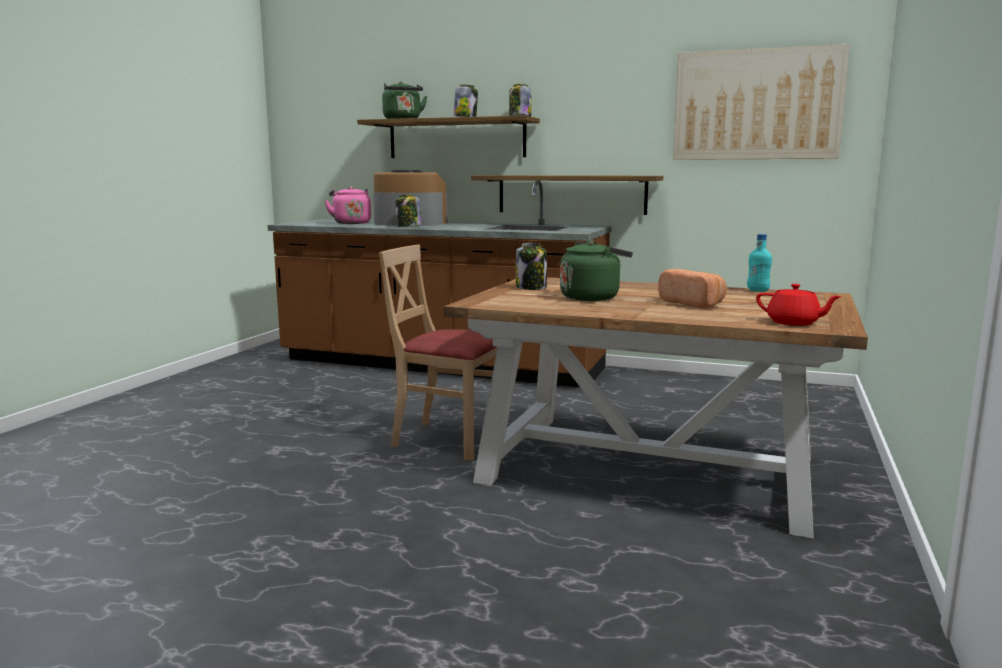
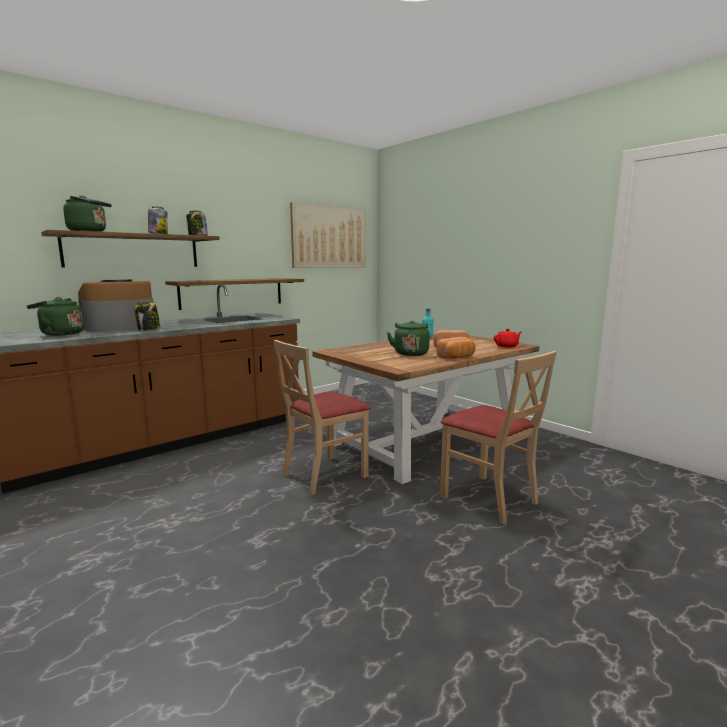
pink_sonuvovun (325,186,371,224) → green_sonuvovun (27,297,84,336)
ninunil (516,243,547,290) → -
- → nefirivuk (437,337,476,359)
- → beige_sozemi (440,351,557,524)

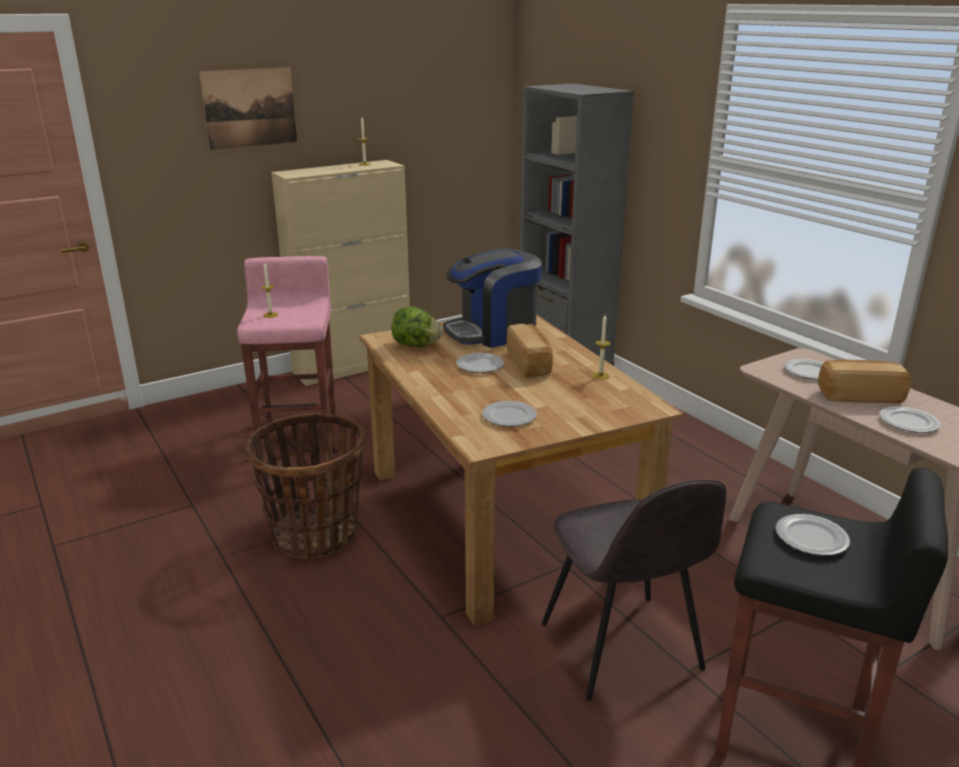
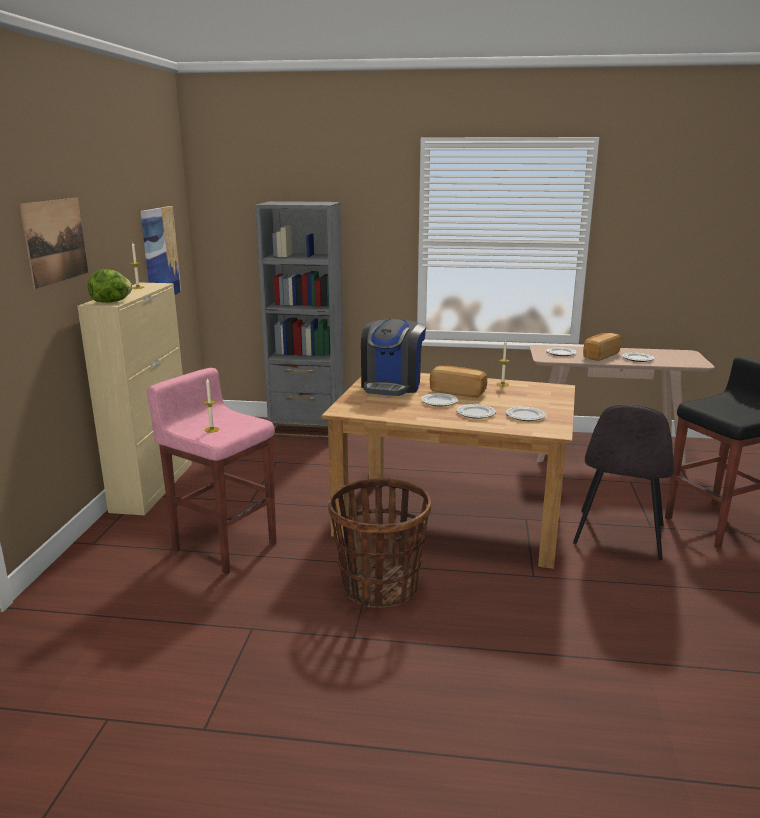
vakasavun (391,307,443,347) → vakasavun (88,269,132,303), move
grey_sozemi (542,479,726,701) → grey_sozemi (573,404,674,560), 90 degrees clockwise
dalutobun (776,514,850,556) → dalutobun (457,404,496,419), move
- → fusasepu (141,206,181,295)

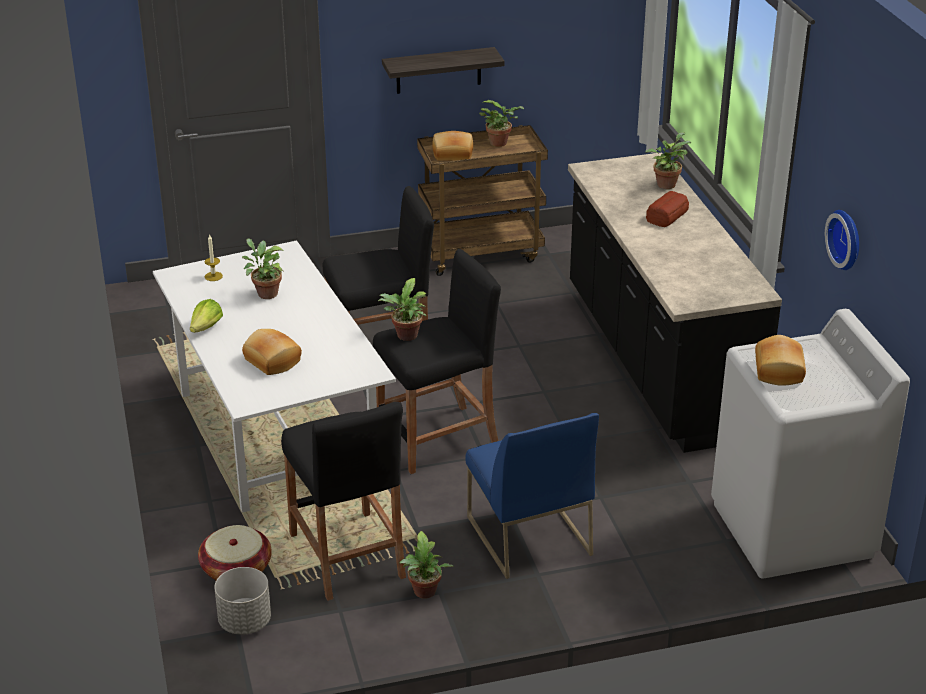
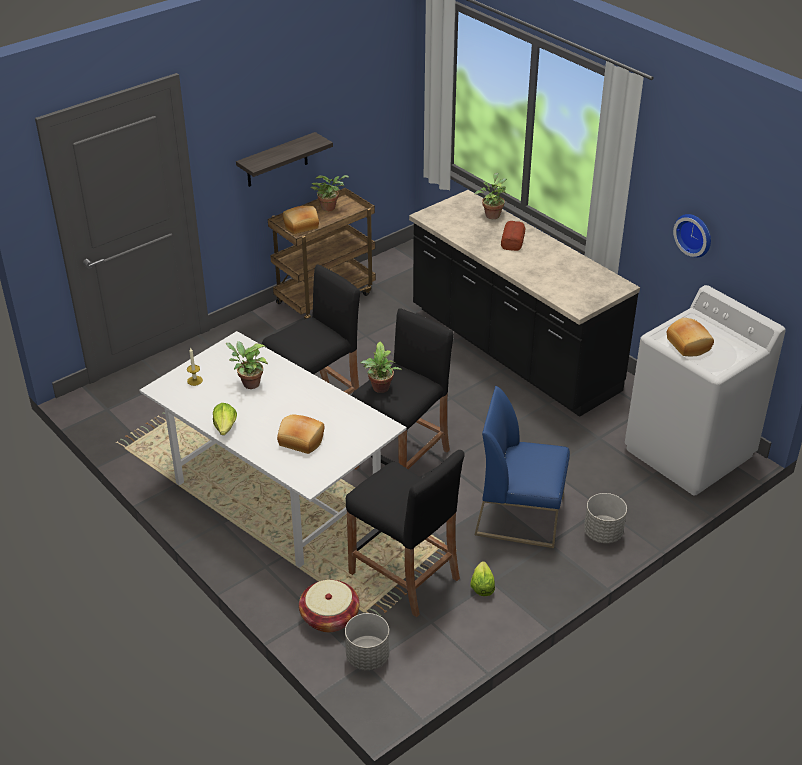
blue_sozemi (465,413,599,579) → blue_sozemi (475,386,570,548), 150 degrees clockwise
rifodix (399,531,454,599) → vakasavun (471,561,495,596)
- → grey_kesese (584,493,627,543)

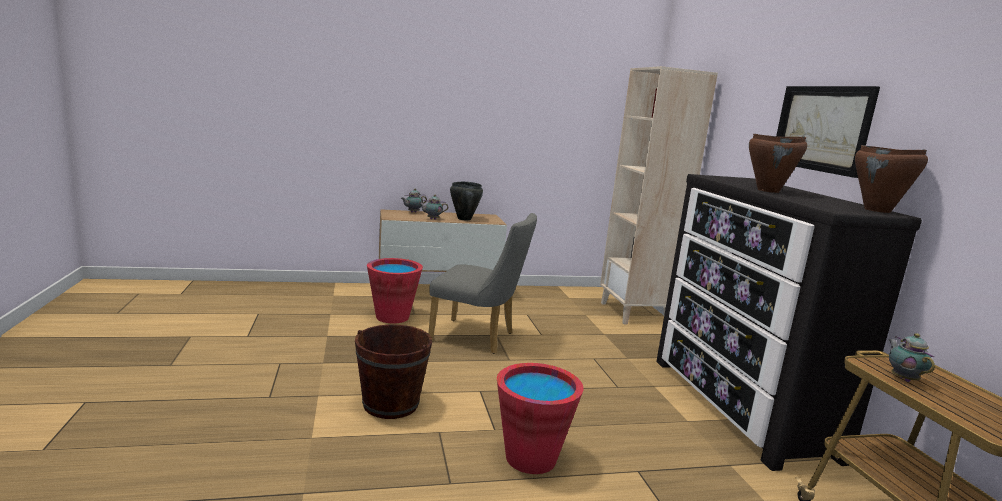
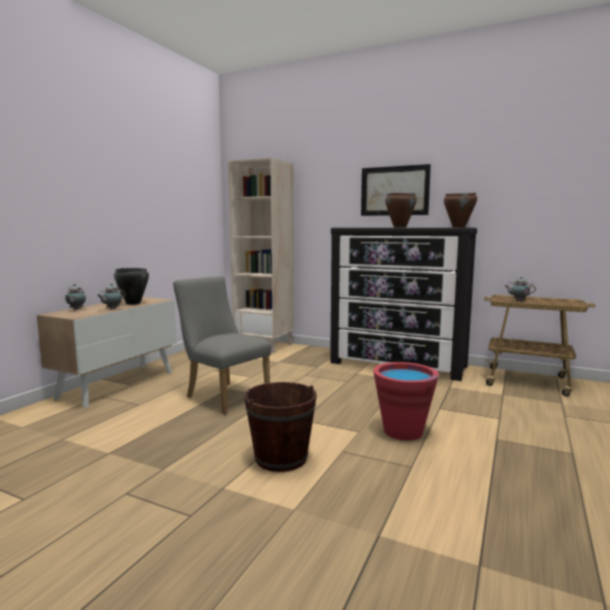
grey_sozemi (428,213,537,354) → grey_sozemi (173,276,271,414), 105 degrees counterclockwise
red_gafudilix (367,258,423,323) → -

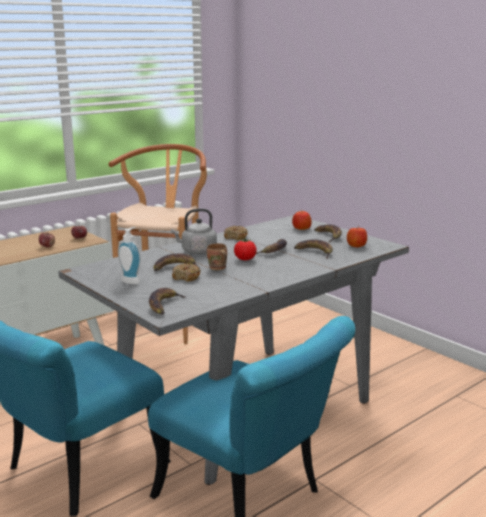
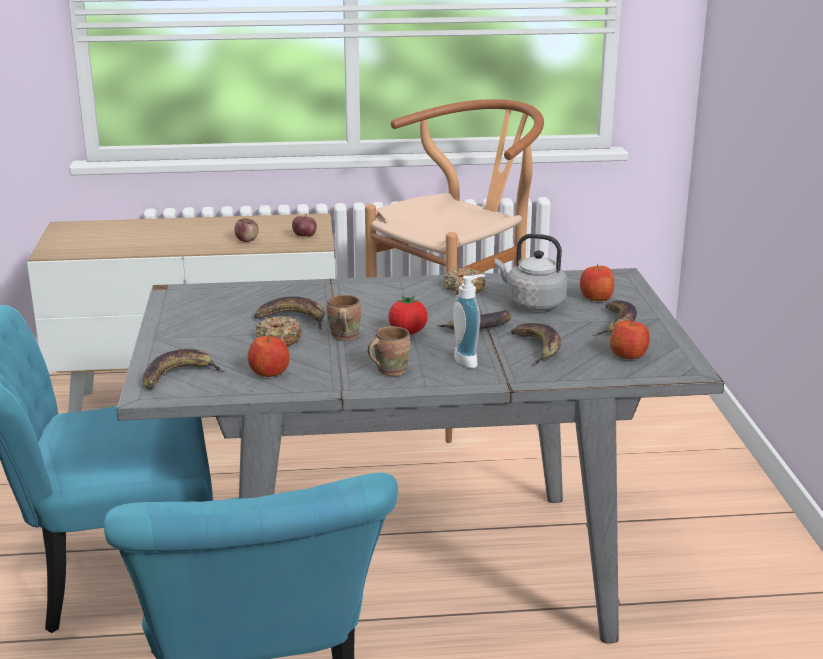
grey_sonuvovun (171,209,217,254) → grey_sonuvovun (495,234,567,311), move
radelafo (118,227,141,284) → radelafo (453,274,485,368), move
- → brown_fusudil (368,326,411,376)
- → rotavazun (248,335,290,377)

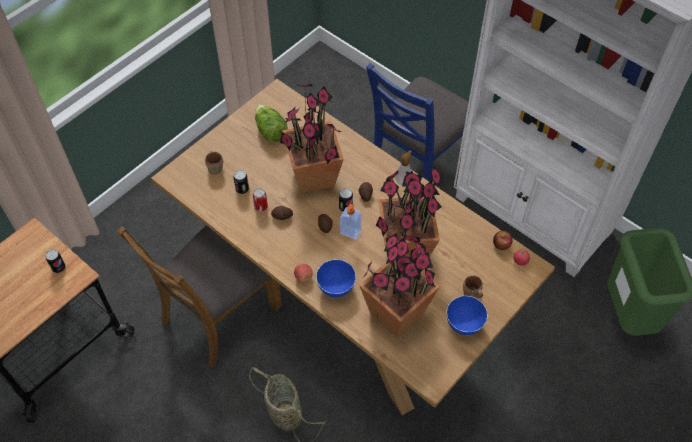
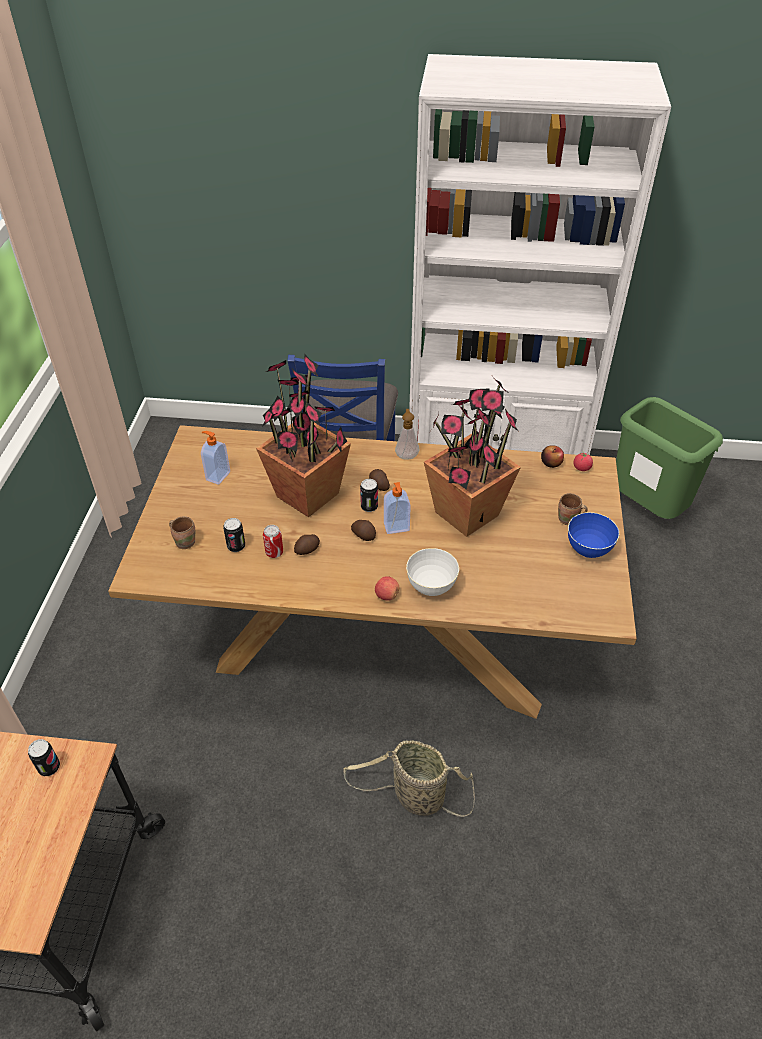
vakasavun (255,104,288,142) → radelafo (201,431,230,485)
brown_sozemi (117,225,282,367) → -
rifodix (359,234,440,338) → -
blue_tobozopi (316,259,356,297) → white_tobozopi (406,548,459,596)

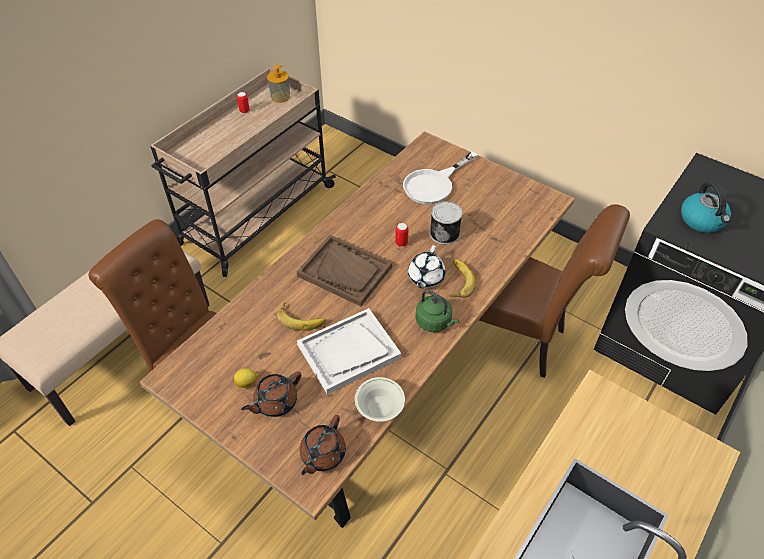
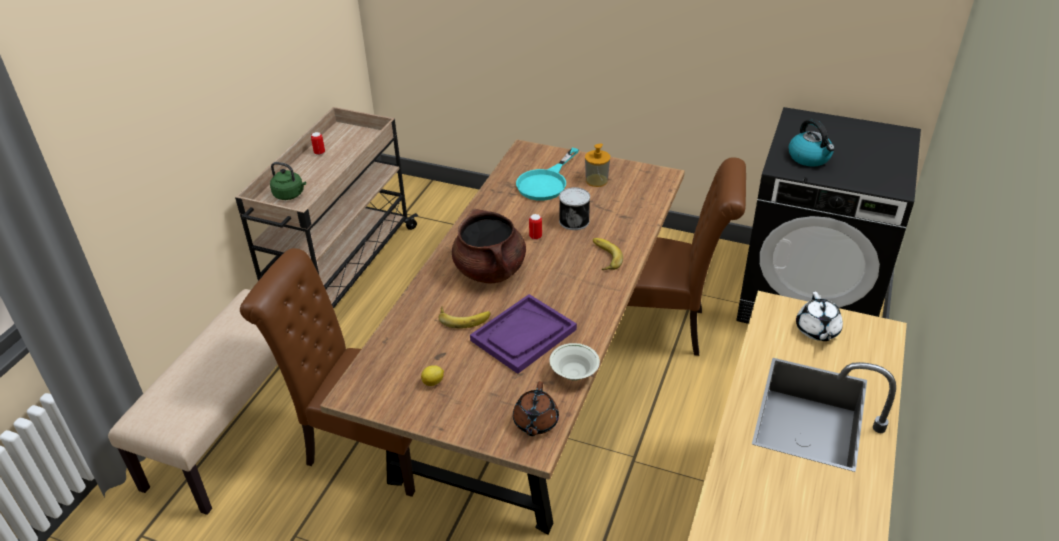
radelafo (267,65,290,103) → radelafo (585,144,610,187), move
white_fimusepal (403,152,478,204) → turquoise_fimusepal (516,148,579,201)
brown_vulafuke (297,235,392,307) → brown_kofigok (452,209,526,284)
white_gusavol (408,245,445,288) → white_gusavol (796,291,843,341), move
green_sonuvovun (415,290,459,332) → green_sonuvovun (270,162,306,200), move
white_vulafuke (297,308,401,394) → purple_vulafuke (470,294,577,374)
brown_gusavol (241,371,301,417) → -

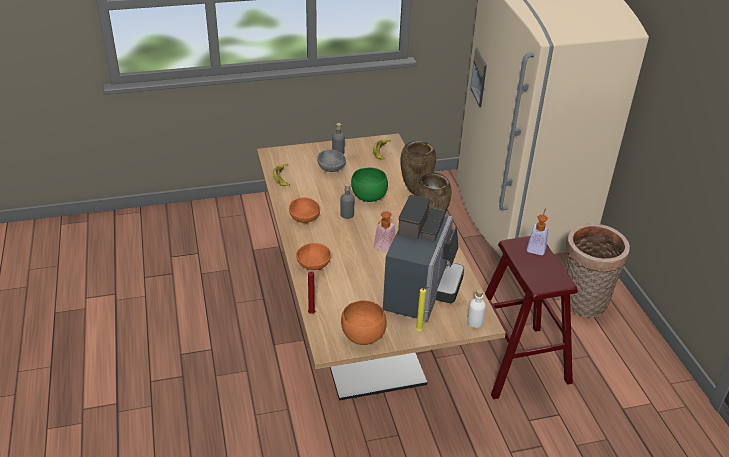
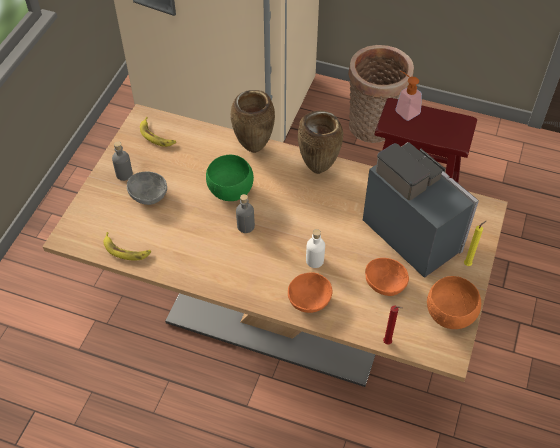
orange_tobozopi (289,197,320,223) → orange_tobozopi (365,258,409,296), move
radelafo (373,211,395,253) → -
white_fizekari (467,289,486,328) → white_fizekari (306,229,325,268), move

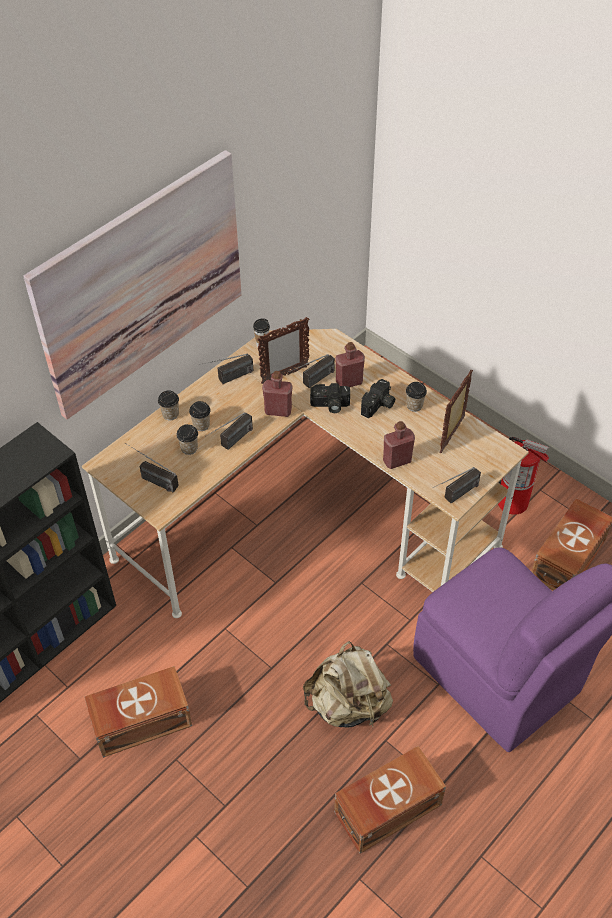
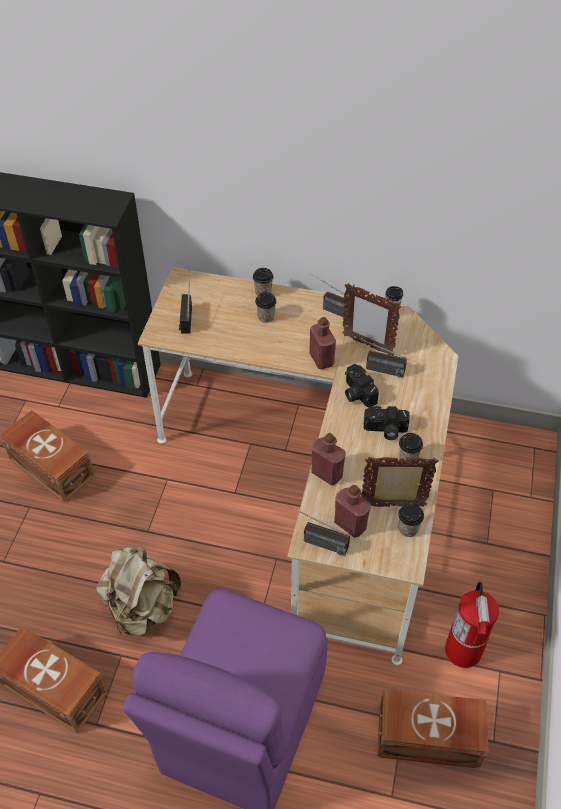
fusasepu (23,150,242,419) → -
red_fizekari (335,342,365,387) → red_fizekari (334,485,371,538), move
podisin (205,412,253,450) → -
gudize (176,424,198,455) → gudize (398,503,424,537), move

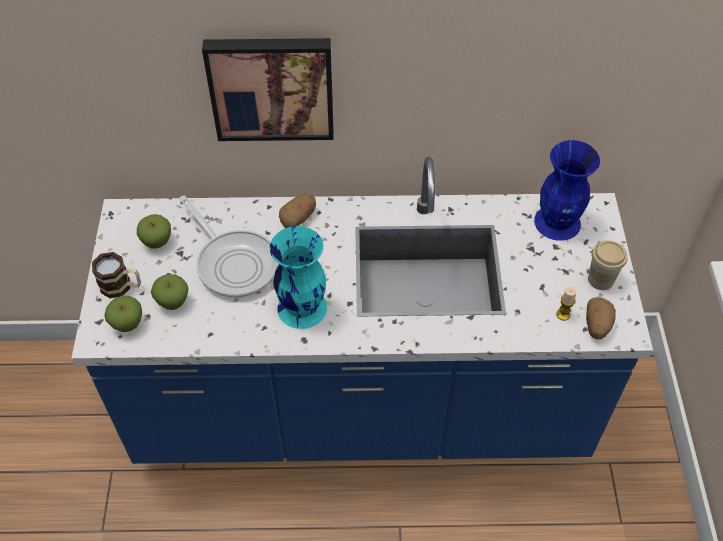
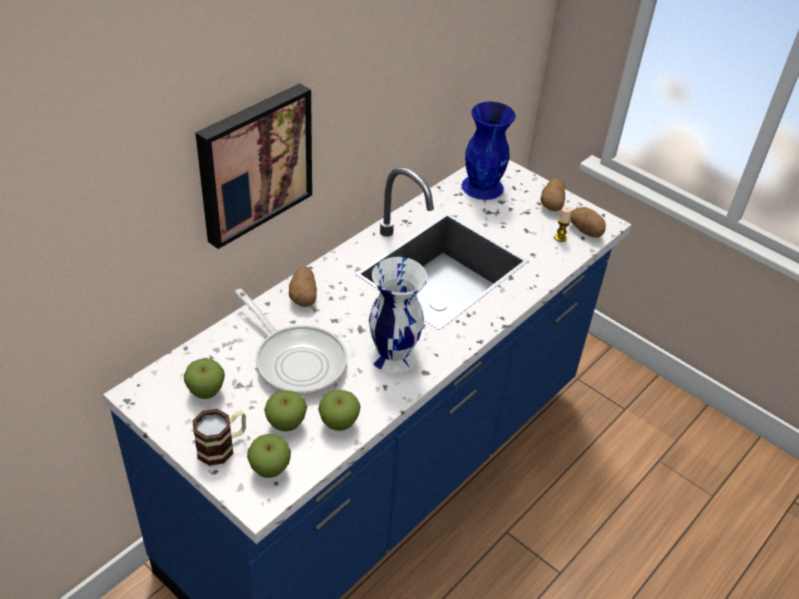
fimusepal (179,195,278,297) → fimusepal (235,289,347,395), 45 degrees clockwise
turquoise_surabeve (270,226,327,329) → white_surabeve (368,257,428,373)
gudize (588,240,628,290) → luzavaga (541,178,565,211)
- → rotavazun (318,390,361,431)

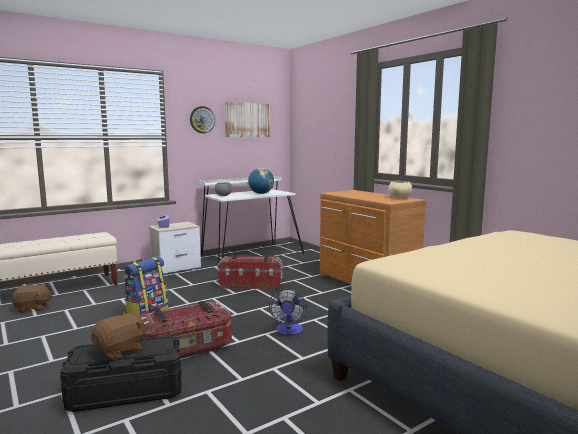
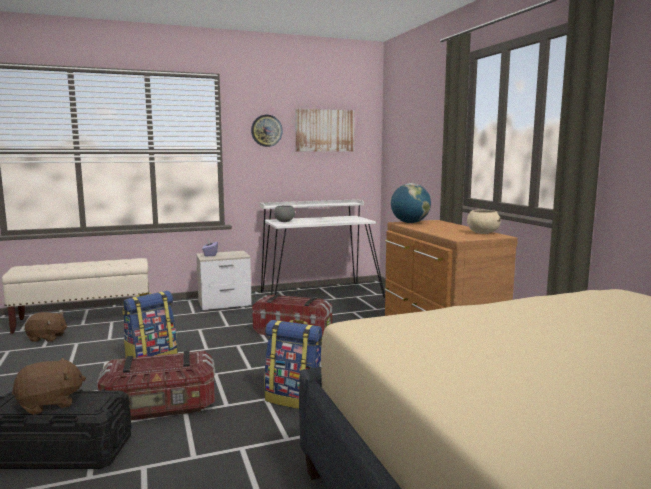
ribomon (248,168,274,194) → ribomon (391,183,431,223), move
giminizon (269,289,307,335) → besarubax (264,320,323,409)

